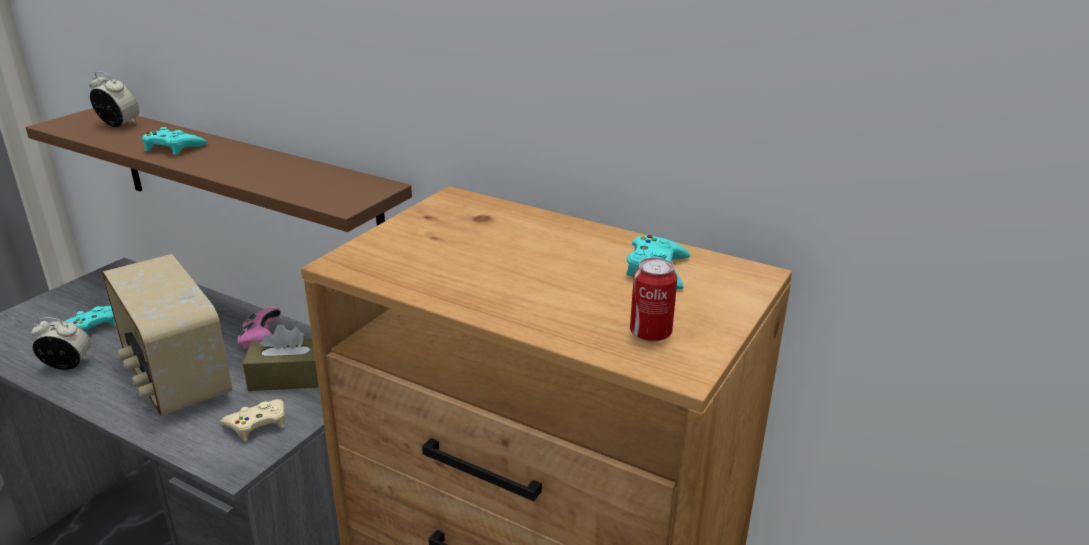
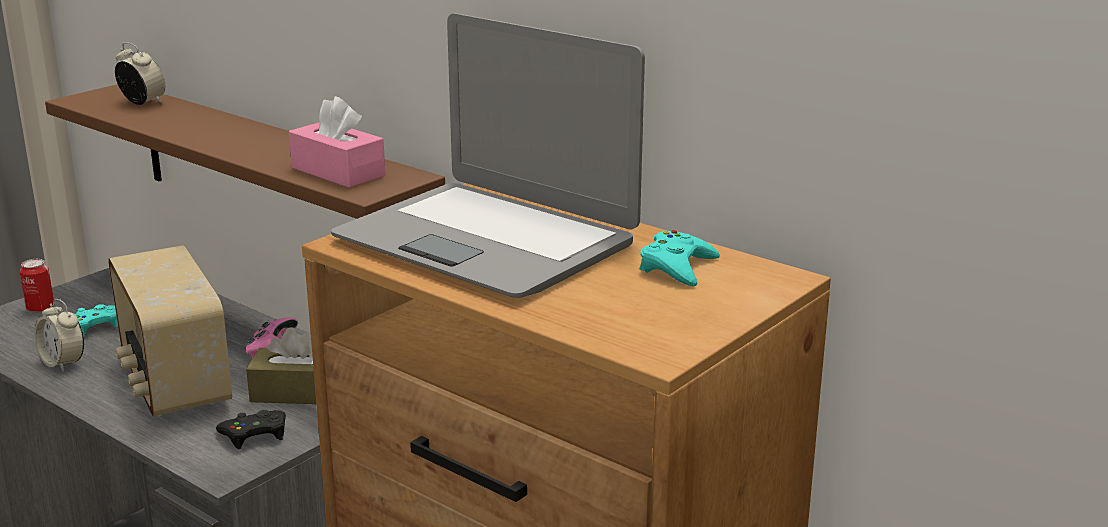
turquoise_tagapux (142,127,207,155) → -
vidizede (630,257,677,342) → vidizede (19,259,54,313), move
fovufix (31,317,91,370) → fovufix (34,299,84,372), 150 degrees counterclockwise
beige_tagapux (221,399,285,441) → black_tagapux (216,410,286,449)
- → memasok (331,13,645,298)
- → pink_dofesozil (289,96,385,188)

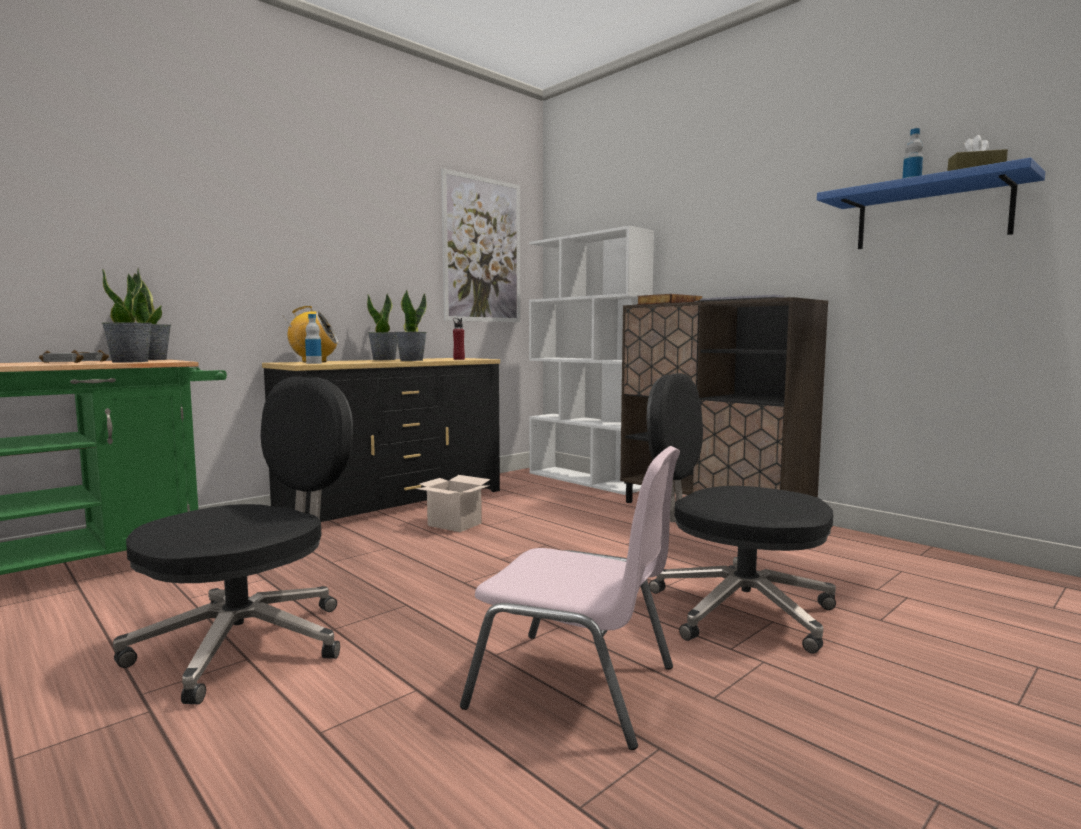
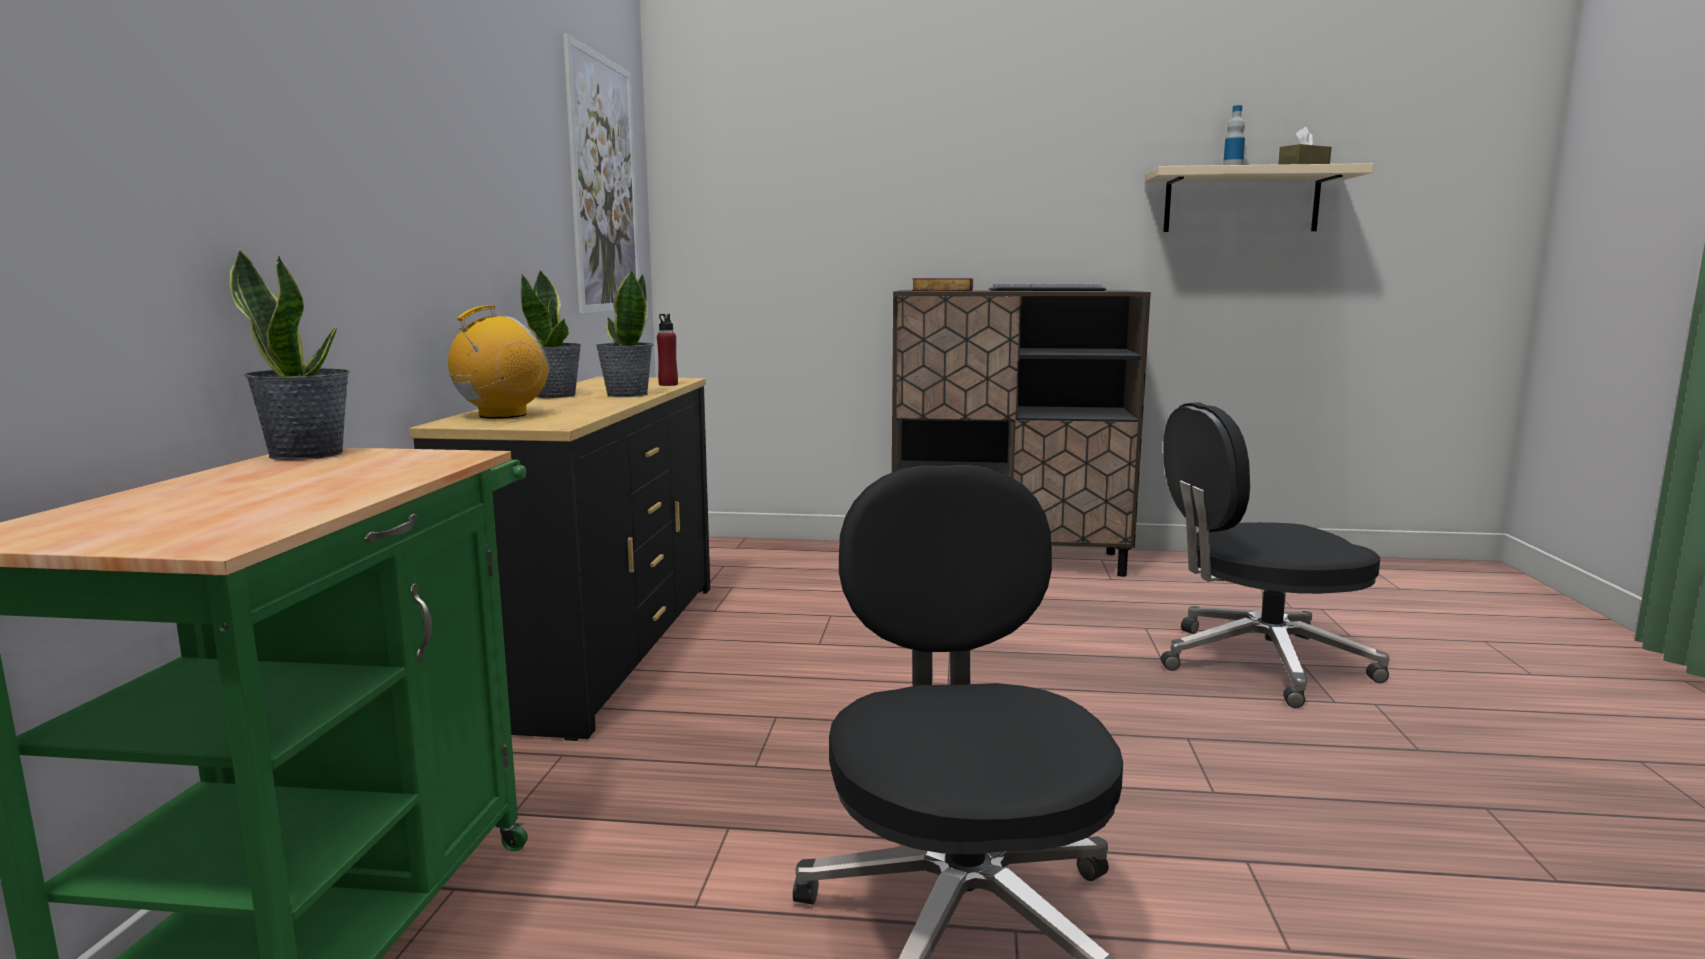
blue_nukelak (817,157,1045,249) → beige_nukelak (1145,163,1374,232)
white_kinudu (529,226,654,495) → -
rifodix (102,268,152,363) → -
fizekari (305,314,322,364) → -
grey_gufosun (39,350,109,363) → -
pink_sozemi (460,446,680,750) → -
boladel (415,475,491,532) → -

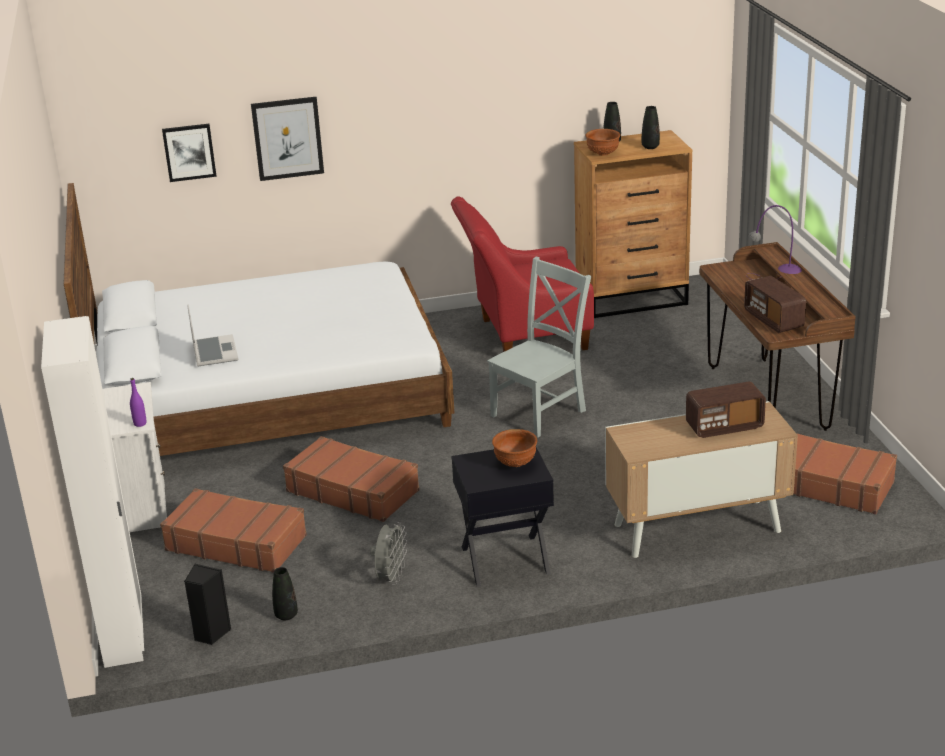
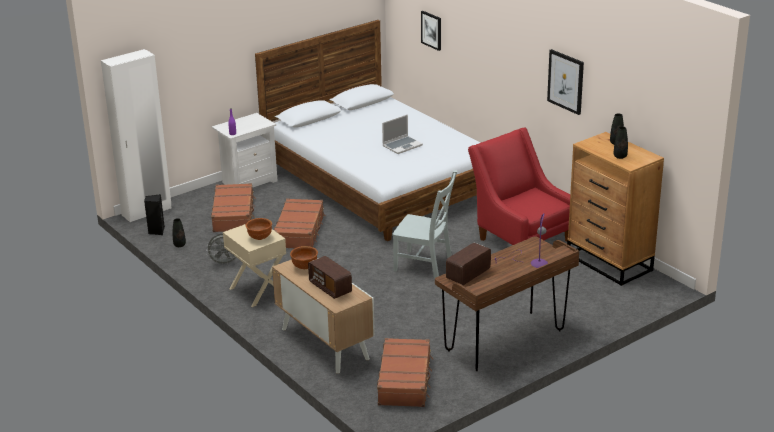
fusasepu (251,97,324,181) → fusasepu (547,49,584,115), move
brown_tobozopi (585,129,621,156) → brown_tobozopi (290,246,318,269), move
memasok (187,304,238,366) → memasok (382,114,423,154), move
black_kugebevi (451,448,554,587) → beige_kugebevi (223,224,286,307)

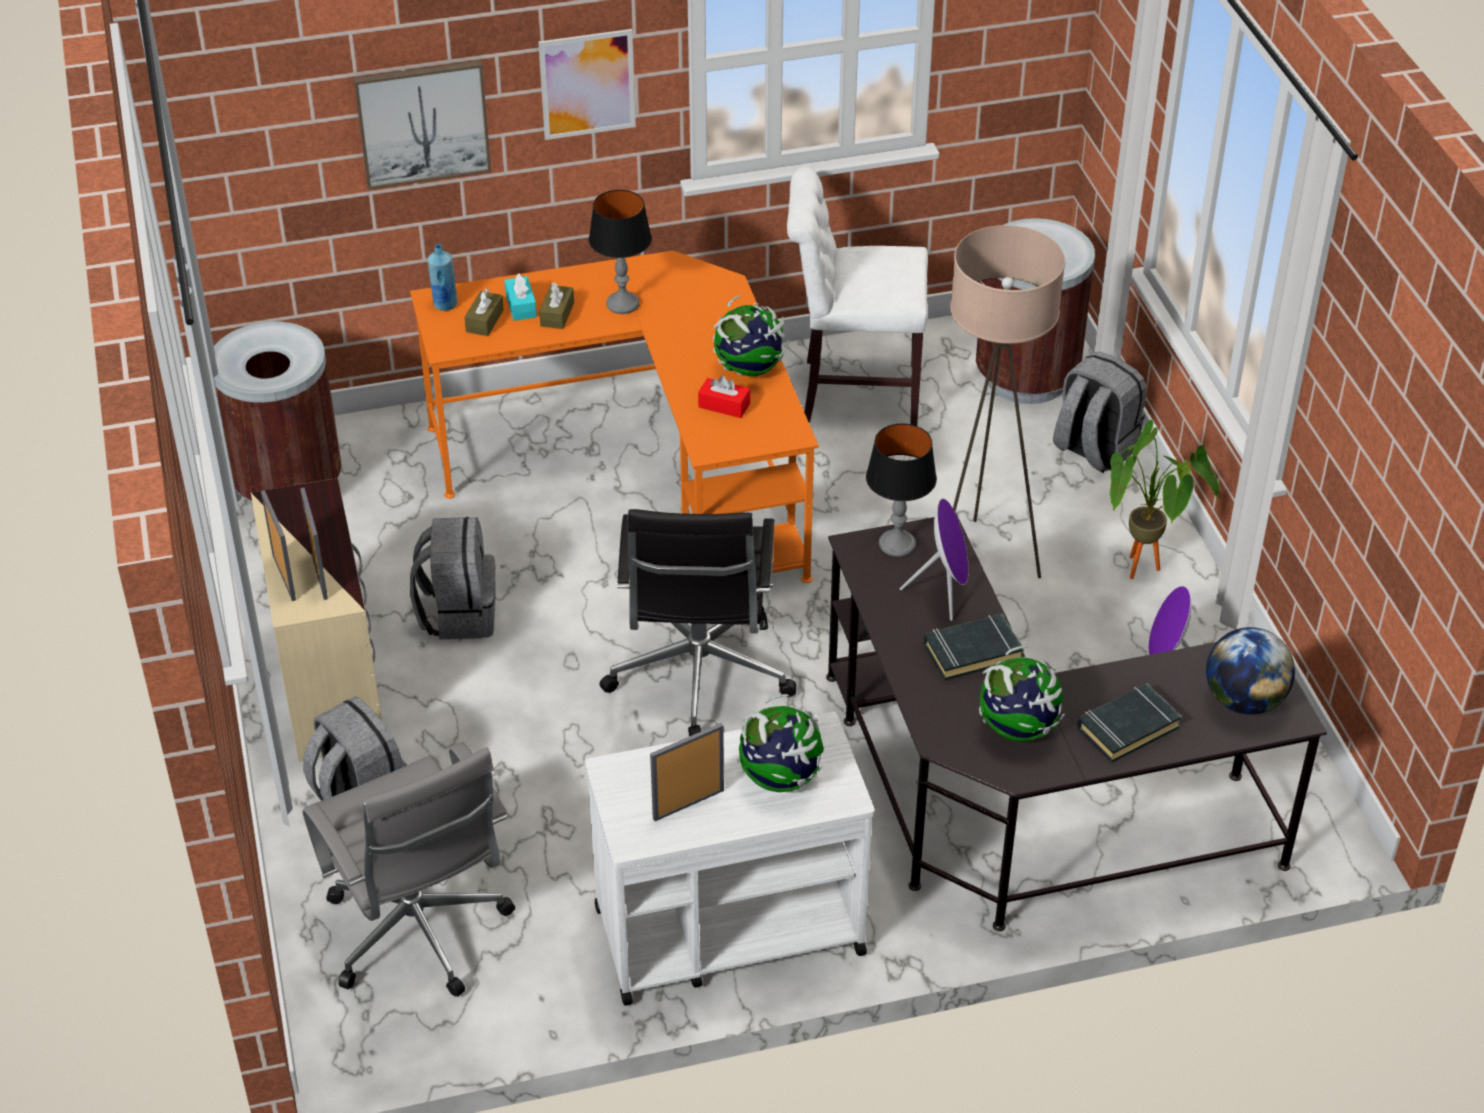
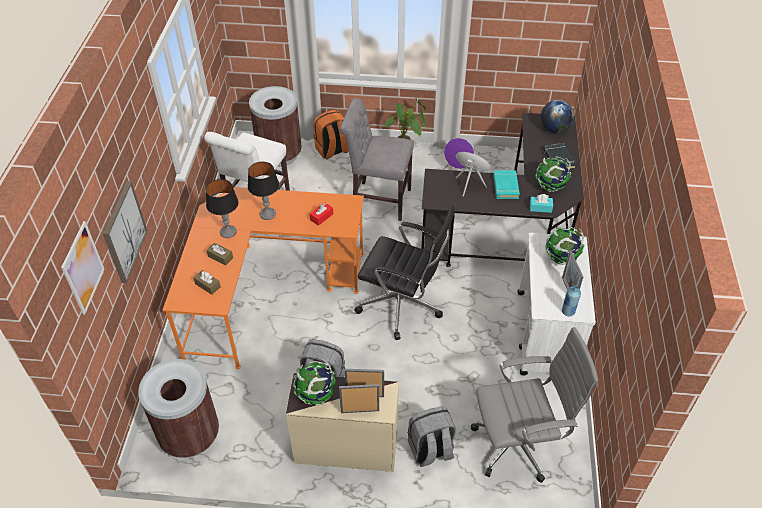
fusasepu (538,29,636,140) → fusasepu (61,221,105,315), move
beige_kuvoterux (950,225,1065,578) → grey_sozemi (340,98,414,221)
blue_fizekari (427,244,458,311) → blue_fizekari (562,285,581,316), move
turquoise_dofesozil (504,273,537,321) → turquoise_dofesozil (530,194,553,213), move
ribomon (713,295,789,377) → ribomon (293,359,335,406), move
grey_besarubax (1053,352,1146,473) → orange_besarubax (313,110,349,159)
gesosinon (866,424,937,557) → gesosinon (248,162,279,220), move
black_gufosun (924,614,1024,681) → turquoise_gufosun (493,170,520,199)

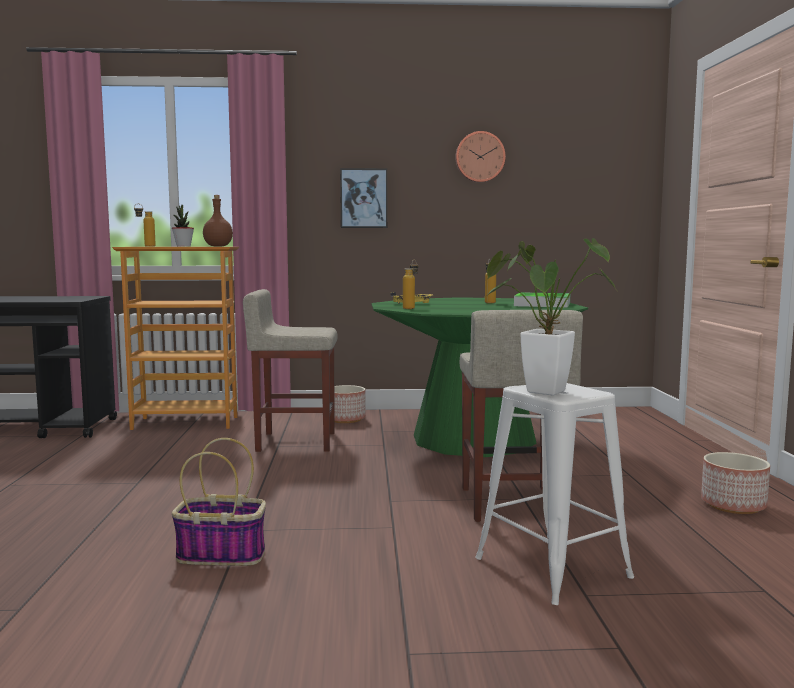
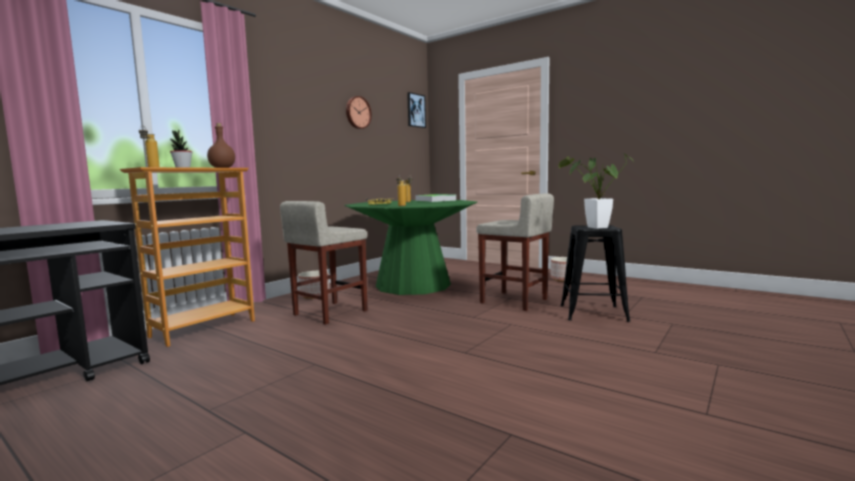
fusasepu (340,168,387,228) → fusasepu (407,92,426,128), move
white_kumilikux (475,383,634,605) → black_kumilikux (560,225,631,322)
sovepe (172,438,266,566) → -

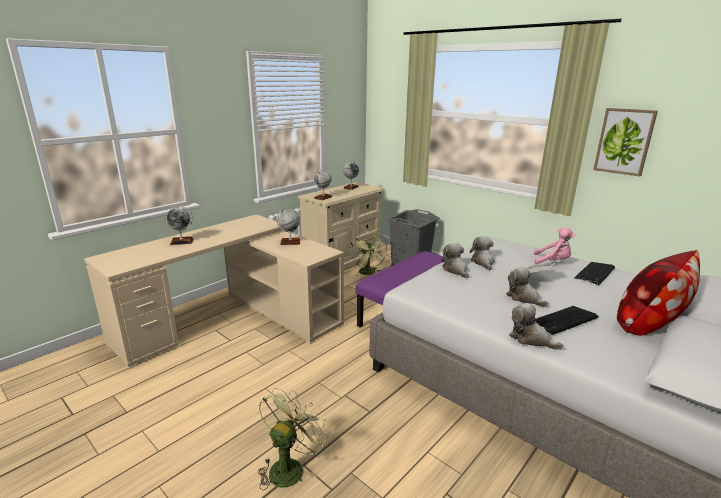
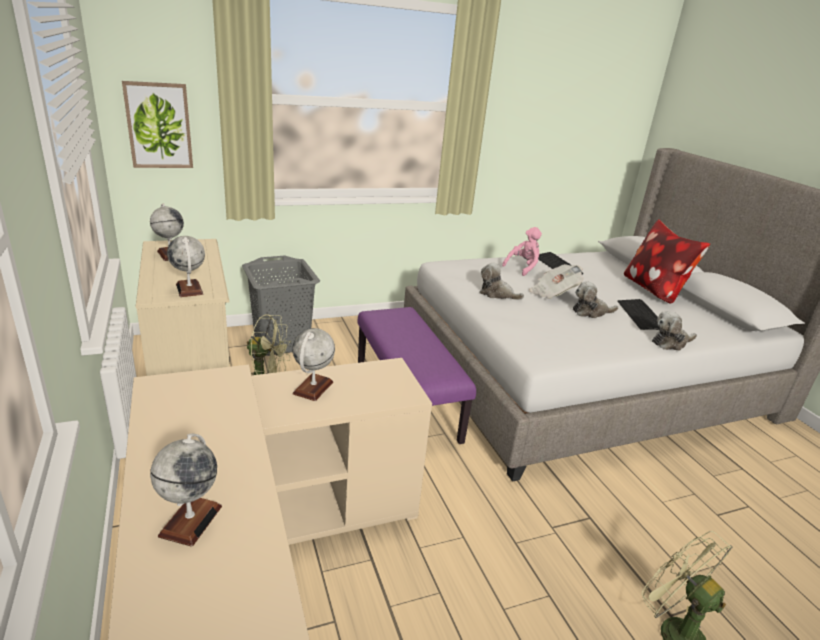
fusasepu (593,108,658,176) → fusasepu (122,81,193,168), move
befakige (442,243,469,278) → -

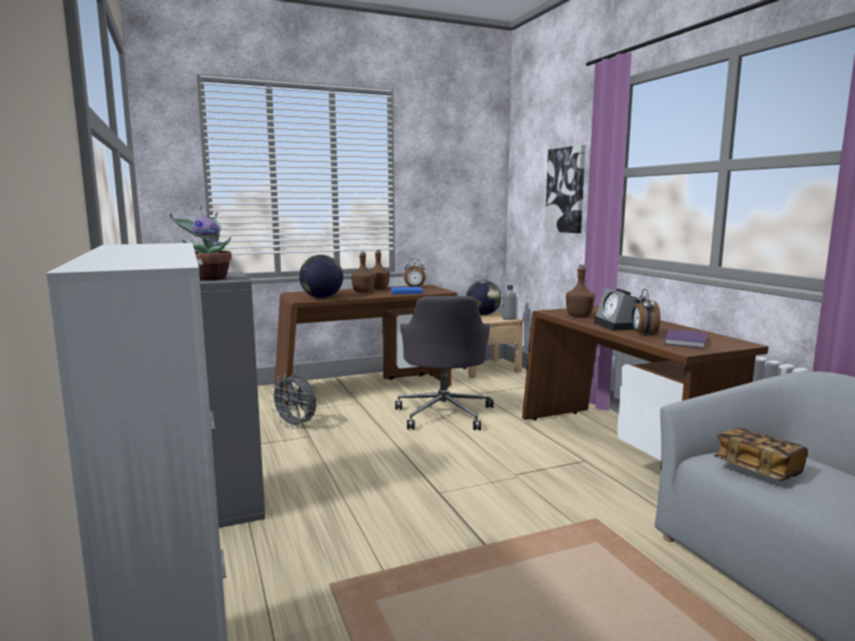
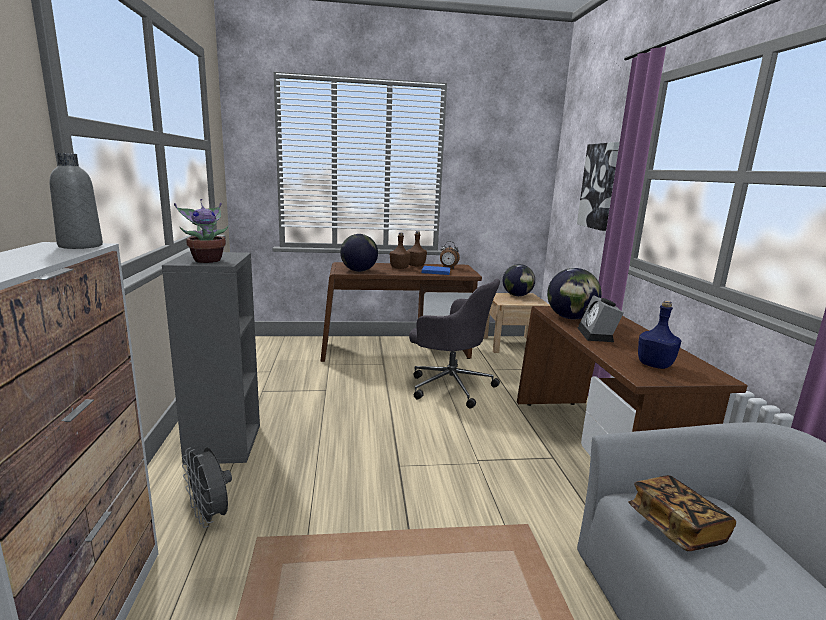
brown_fizekari (566,265,595,317) → ribomon (547,268,602,319)
grey_fizekari (502,285,517,320) → grey_fizekari (49,153,103,249), move
fovufix (632,289,660,337) → -
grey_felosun (395,296,493,430) → grey_felosun (409,279,500,409), 75 degrees counterclockwise
purple_gufosun (664,329,707,349) → blue_fizekari (638,301,681,369)
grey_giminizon (270,374,316,429) → grey_giminizon (182,447,232,528), move

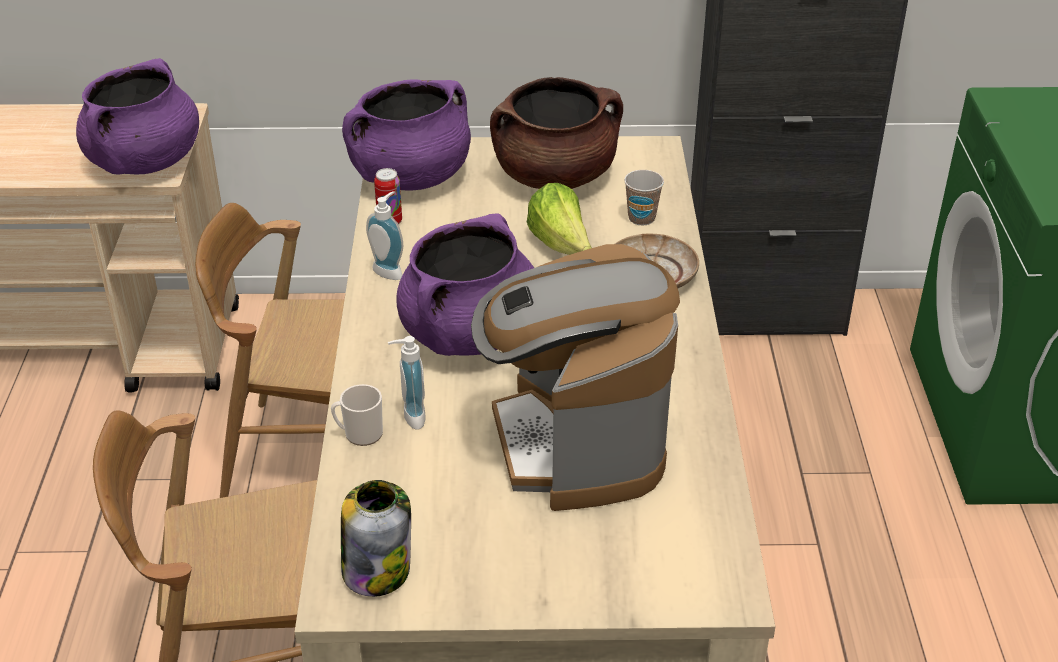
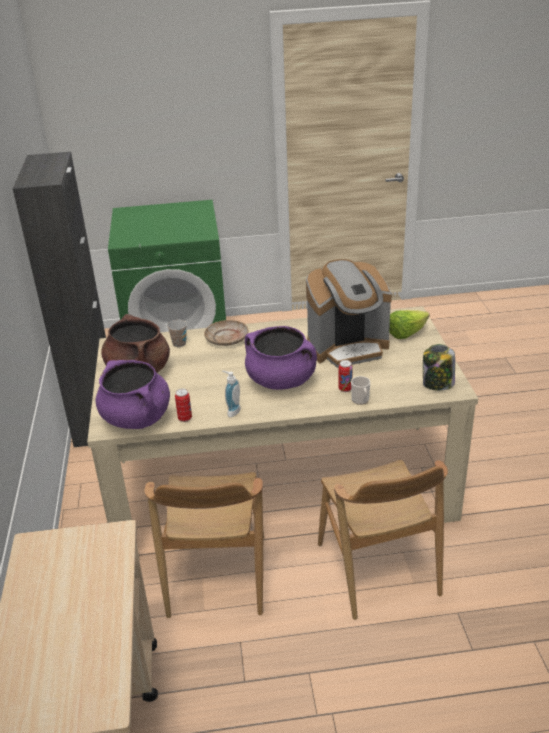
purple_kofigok (76,58,199,175) → -
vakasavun (527,183,592,255) → vakasavun (389,310,430,339), move
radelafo (388,336,426,430) → vidizede (338,360,353,392)

